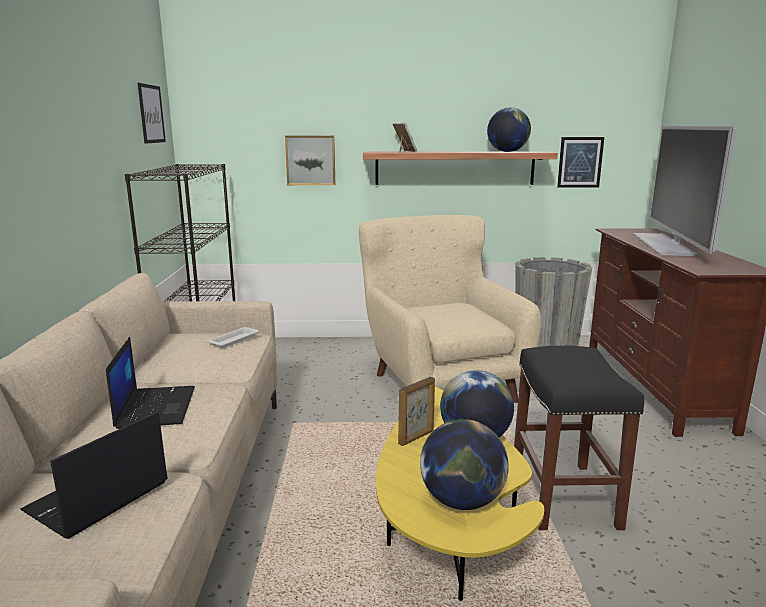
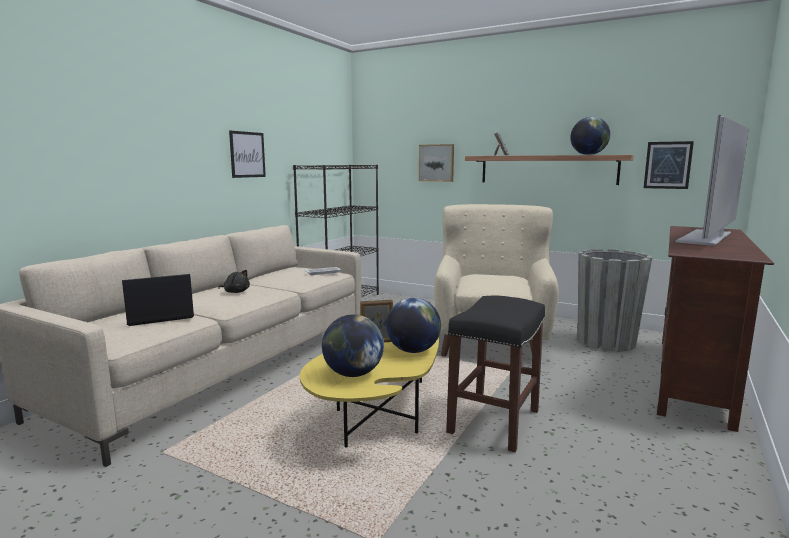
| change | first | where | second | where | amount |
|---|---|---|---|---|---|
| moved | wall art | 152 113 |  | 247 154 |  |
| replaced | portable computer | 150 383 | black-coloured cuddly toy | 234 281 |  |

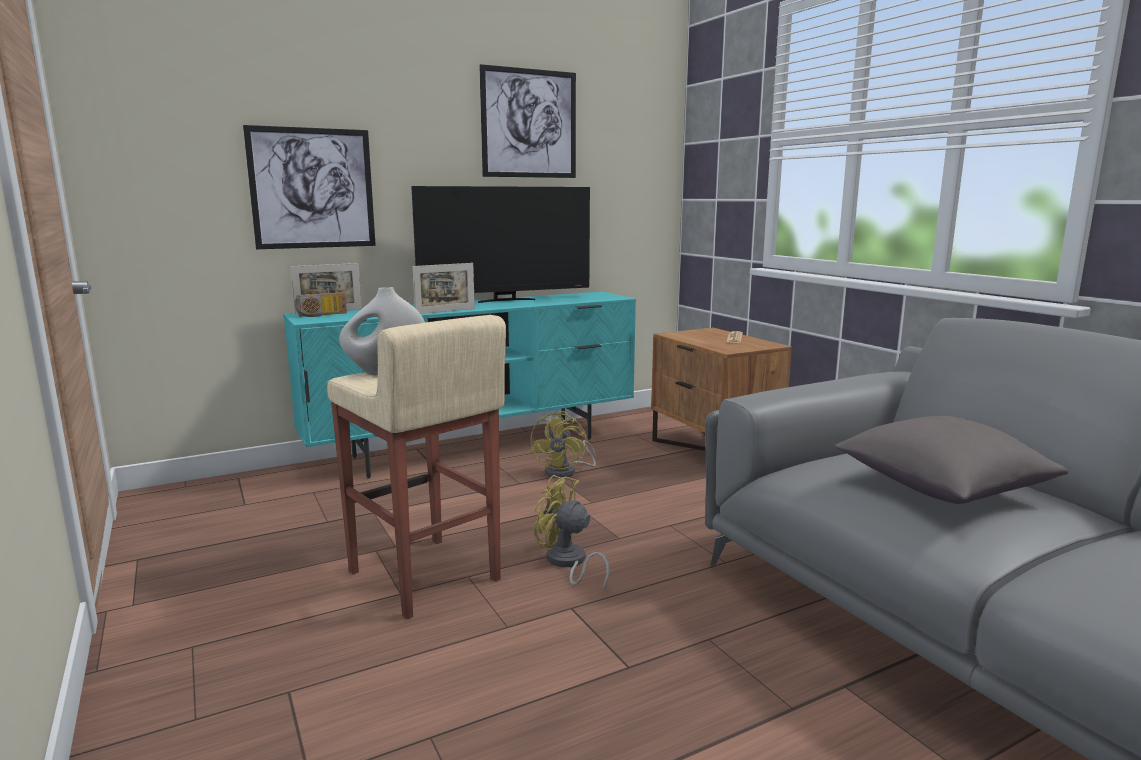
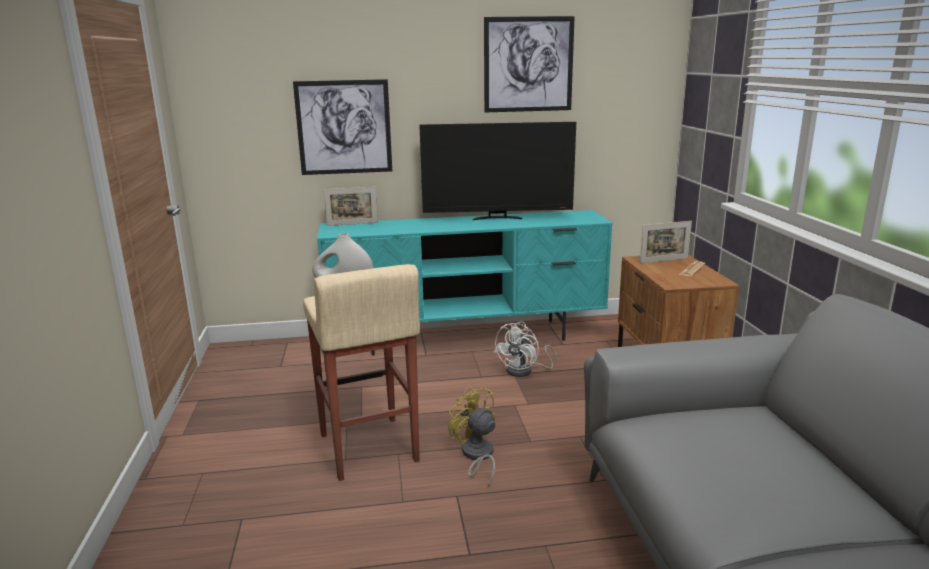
| change | first | where | second | where | amount |
|---|---|---|---|---|---|
| removed | radio | 320 304 |  |  |  |
| removed | gray cushion | 951 460 |  |  |  |
| moved | standing frame | 443 288 |  | 666 242 |  |
| recoloured | yellowish electric fan | 563 444 | white-coloured electric fan | 526 349 |  |

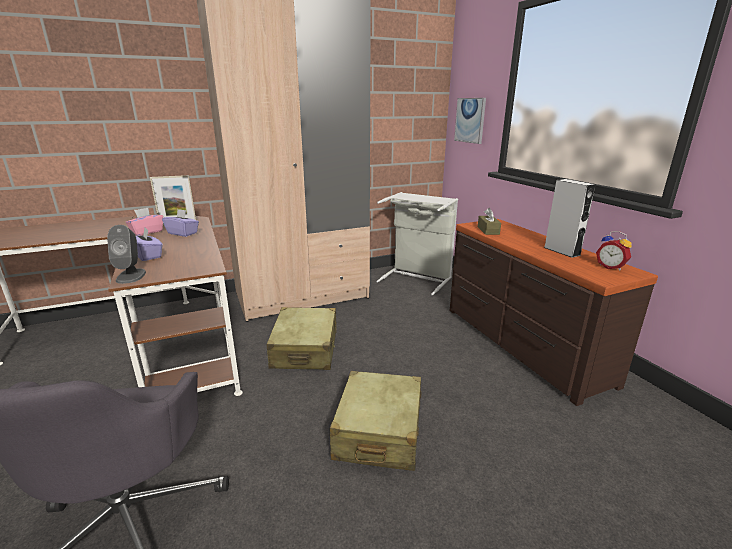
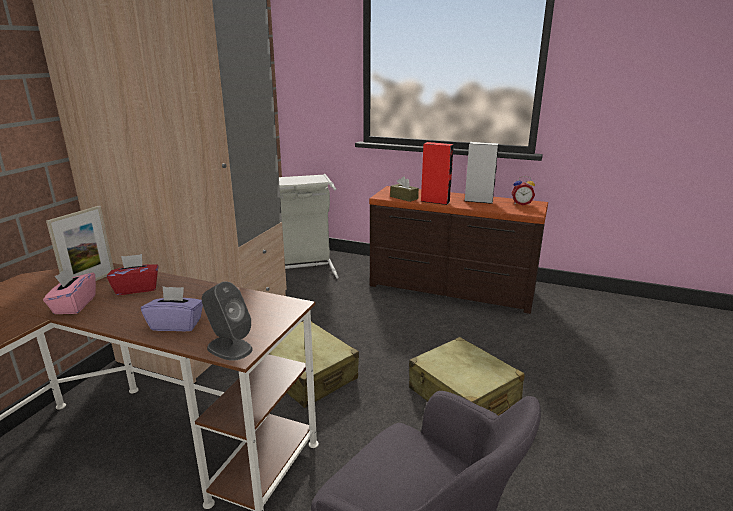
| change | first | where | second | where | amount |
|---|---|---|---|---|---|
| removed | wall art | 470 121 |  |  |  |
| added |  |  | red-coloured speaker | 437 173 |  |
| recoloured | purple-coloured tissue holder | 180 223 | red-coloured tissue holder | 133 274 |  |

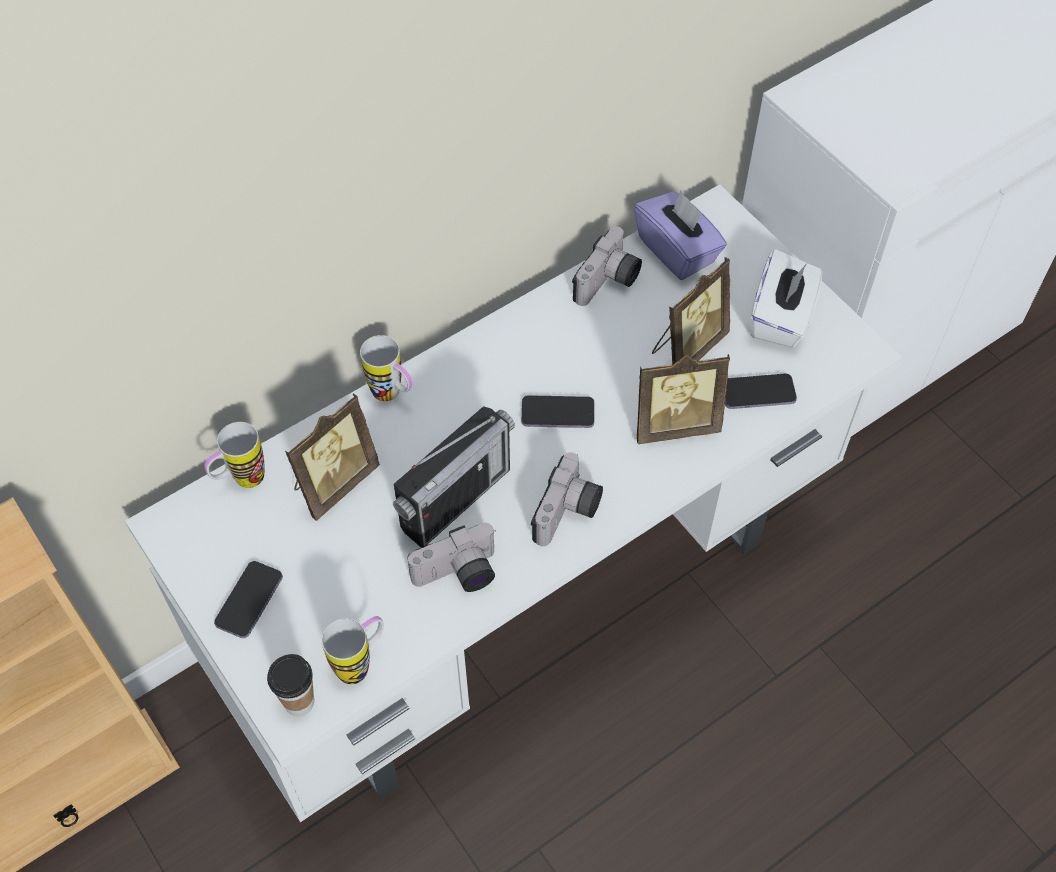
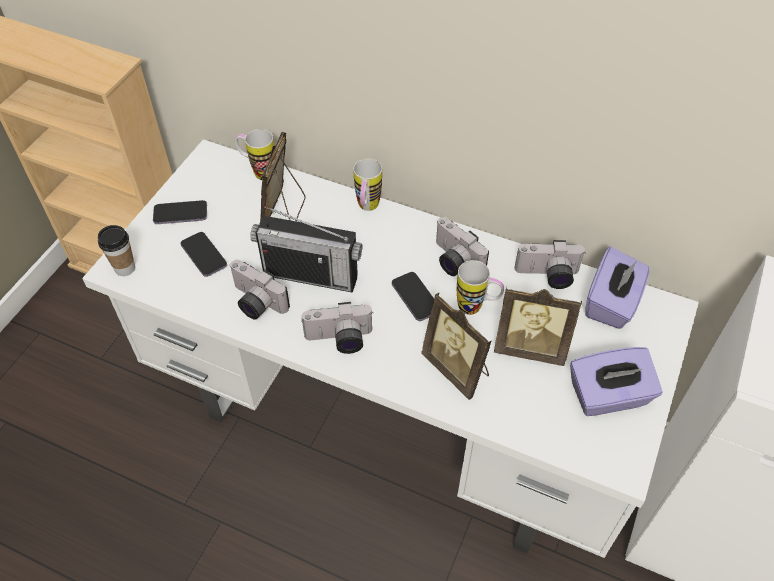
| change | first | where | second | where | amount |
|---|---|---|---|---|---|
| added |  |  | photo camera | 462 246 |  |
| moved | mug | 353 650 |  | 480 287 |  |
| moved | phone | 761 391 |  | 204 254 |  |
| recoloured | white-coloured tissue holder | 786 298 | purple-coloured tissue holder | 616 381 |  |
| turned | standing frame | 332 457 |  | 283 177 | 90 degrees clockwise |

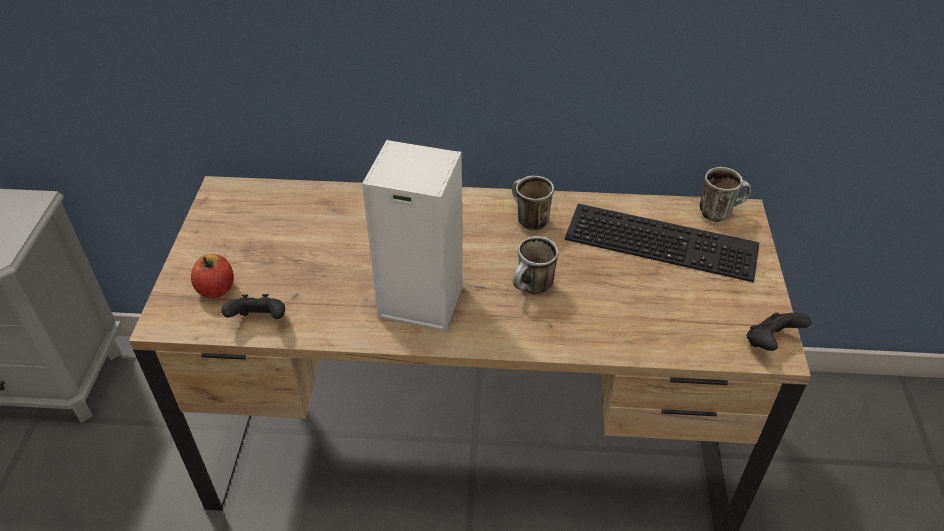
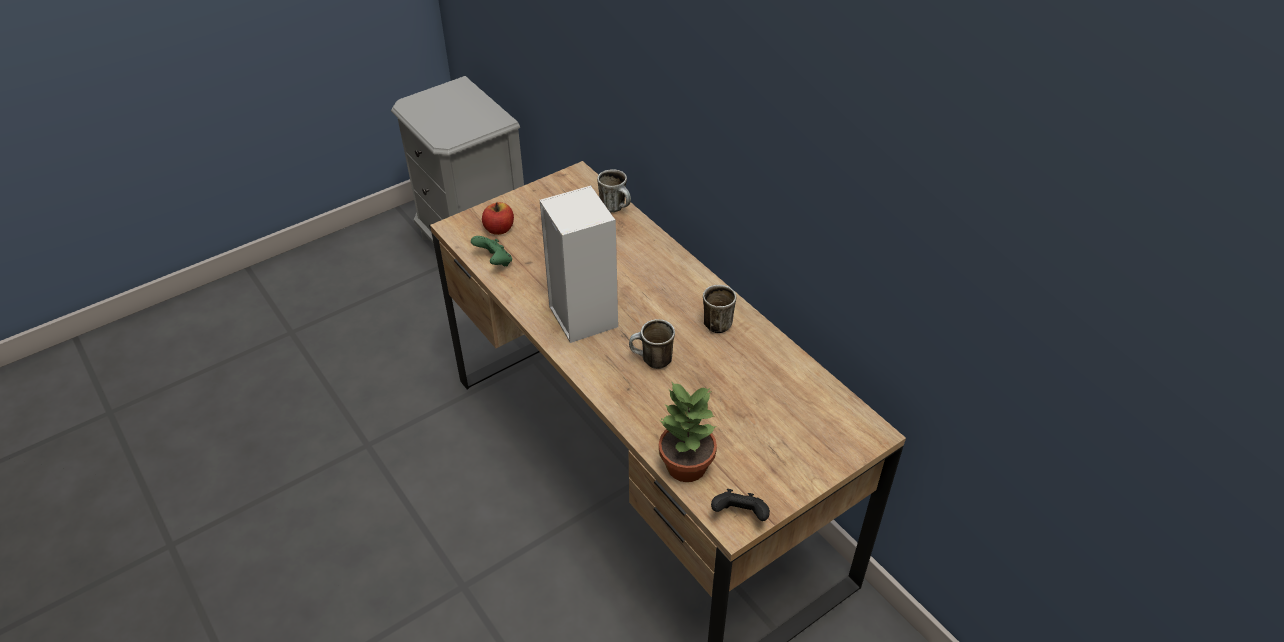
| change | first | where | second | where | amount |
|---|---|---|---|---|---|
| removed | computer keyboard | 662 243 |  |  |  |
| added |  |  | potted plant | 688 432 |  |
| moved | mug | 725 194 |  | 614 191 |  |
| recoloured | black-coloured game controller | 253 306 | greenish game controller | 491 251 |  |

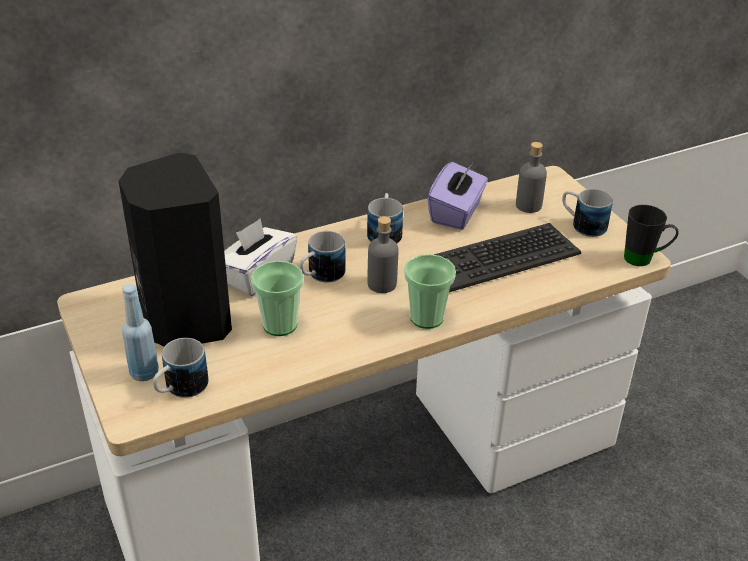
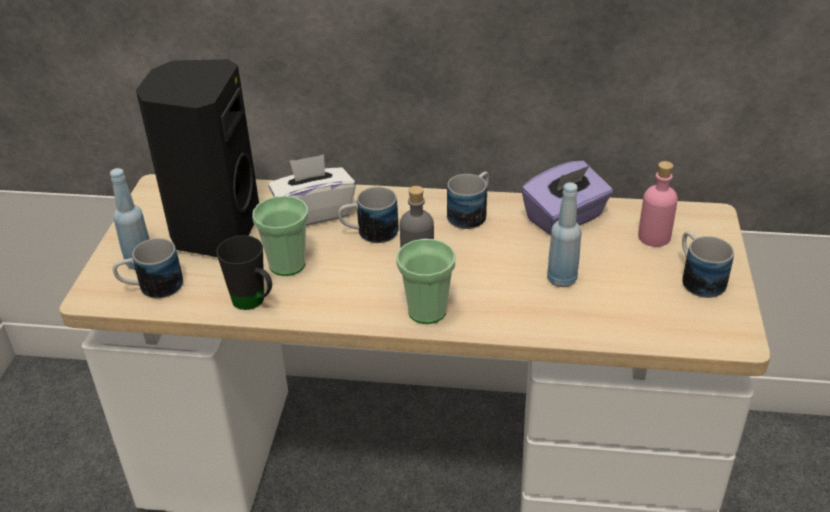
| change | first | where | second | where | amount |
|---|---|---|---|---|---|
| moved | black-coloured mug | 651 235 |  | 244 272 |  |
| replaced | computer keyboard | 507 257 | blue-coloured beverage bottle | 564 234 |  |
| recoloured | gray beverage bottle | 531 177 | pink beverage bottle | 658 204 |  |

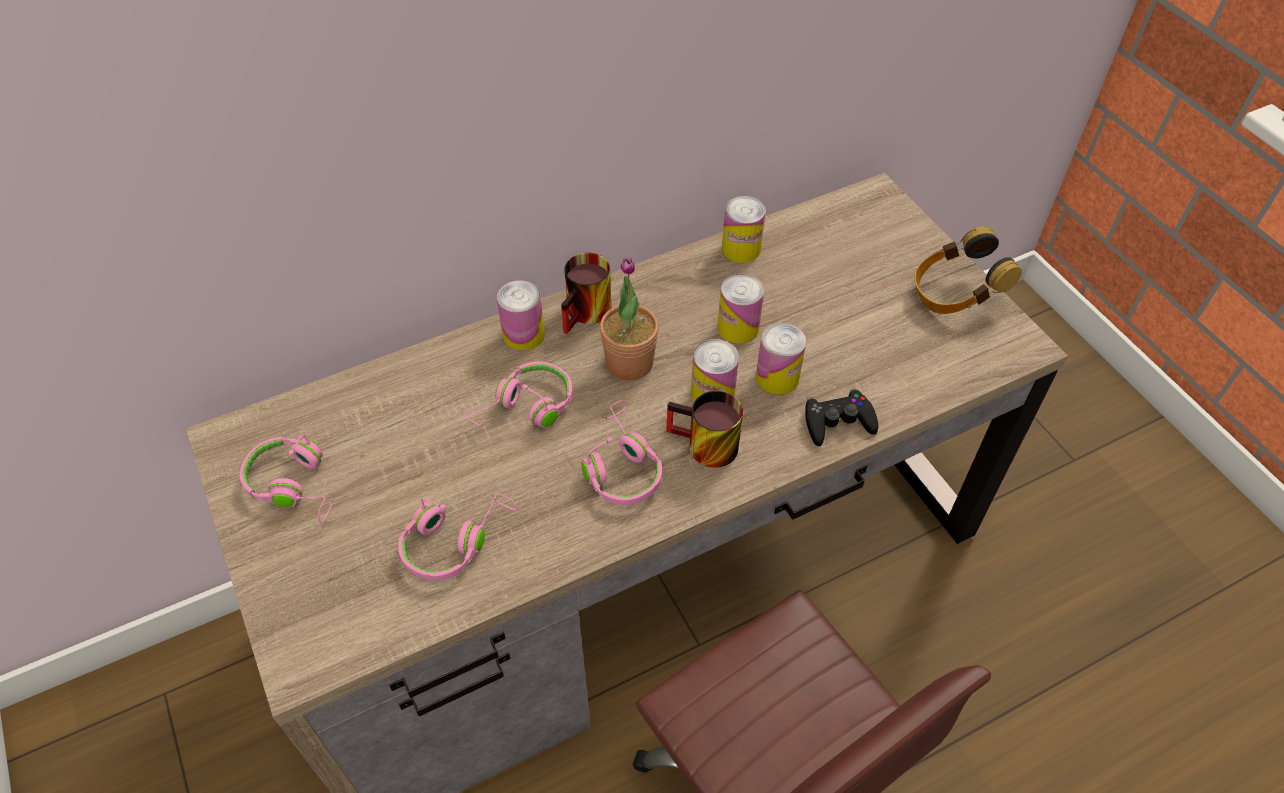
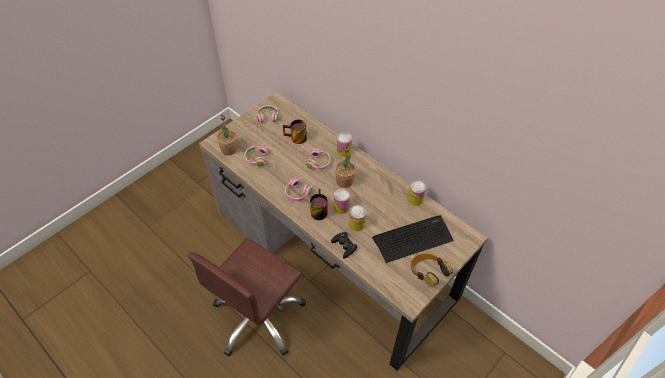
| change | first | where | second | where | amount |
|---|---|---|---|---|---|
| removed | metal can | 740 309 |  |  |  |
| added |  |  | potted plant | 227 134 |  |
| added |  |  | computer keyboard | 413 239 |  |
| moved | mug | 586 293 |  | 295 131 |  |

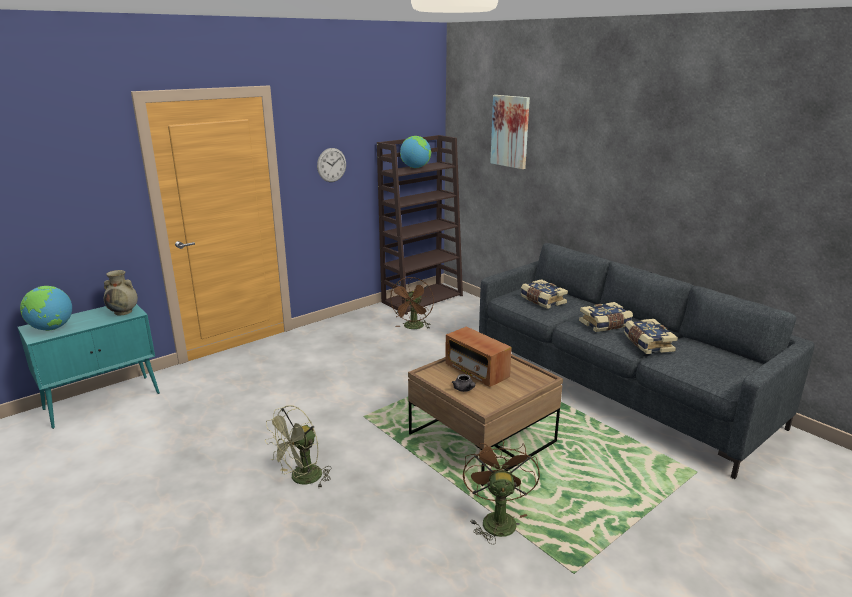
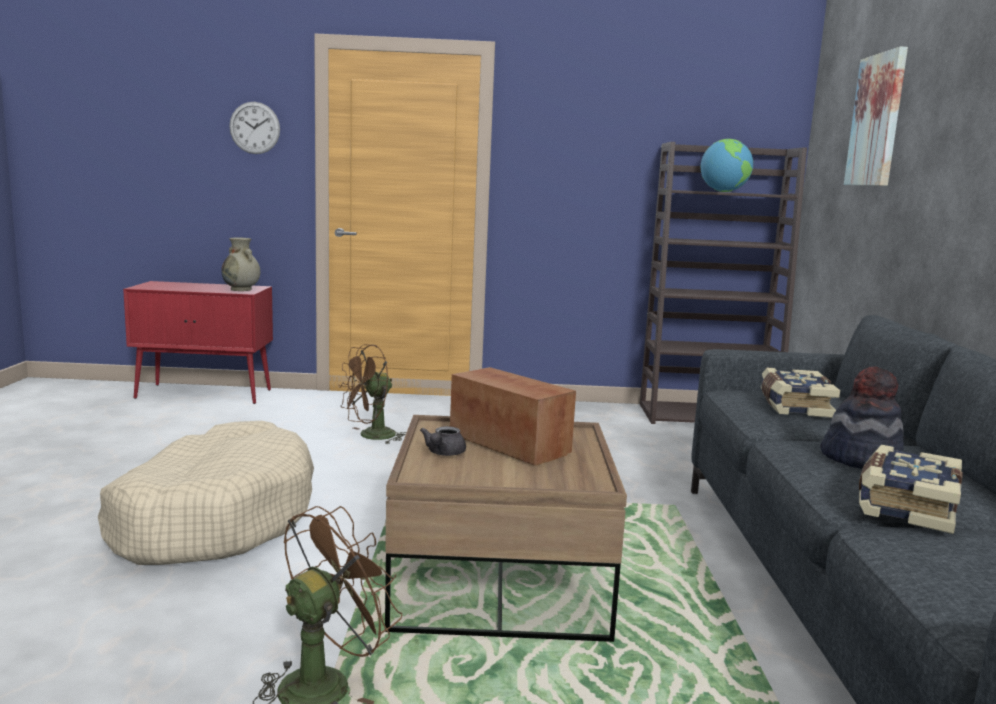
| change | first | where | second | where | amount |
|---|---|---|---|---|---|
| removed | desk globe | 46 308 |  |  |  |
| moved | wall clock | 331 165 |  | 254 128 |  |
| moved | brownish electric fan | 412 303 |  | 372 394 |  |
| replaced | greenish electric fan | 298 446 | beige dog cushion | 206 493 |  |
| replaced | book | 606 317 | hat | 862 418 |  |
| recoloured | turquoise cupboard | 89 366 | red-coloured cupboard | 198 342 |  |
| turned | radio | 478 357 |  | 513 416 | 135 degrees clockwise |

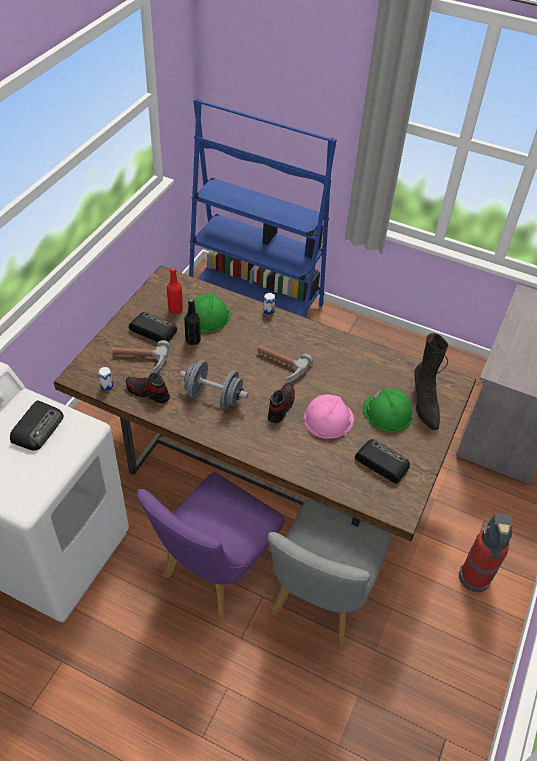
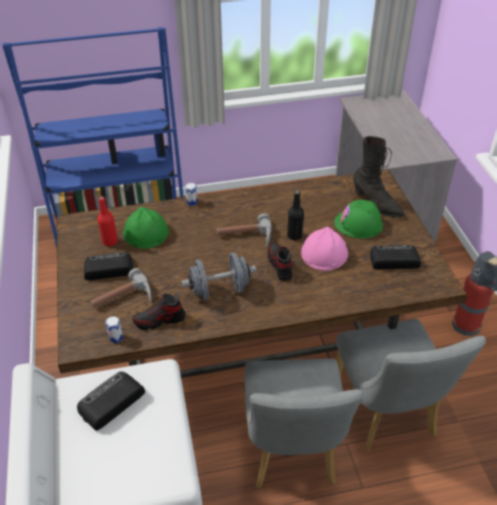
| change | first | where | second | where | amount |
|---|---|---|---|---|---|
| moved | black-coloured beverage bottle | 192 321 |  | 295 215 |  |
| recoloured | purple-coloured upright chair | 210 545 | gray upright chair | 303 423 |  |
| turned | radio | 37 425 |  | 111 401 | 120 degrees counterclockwise |

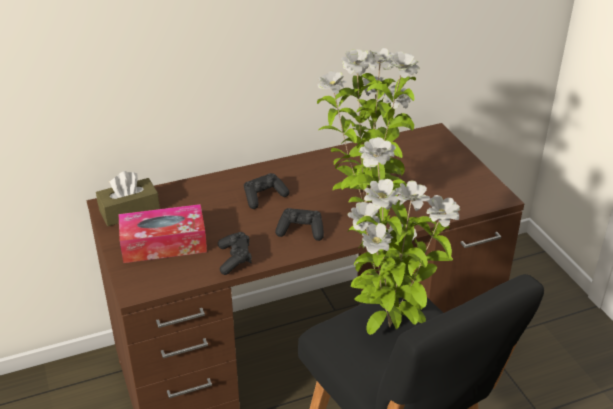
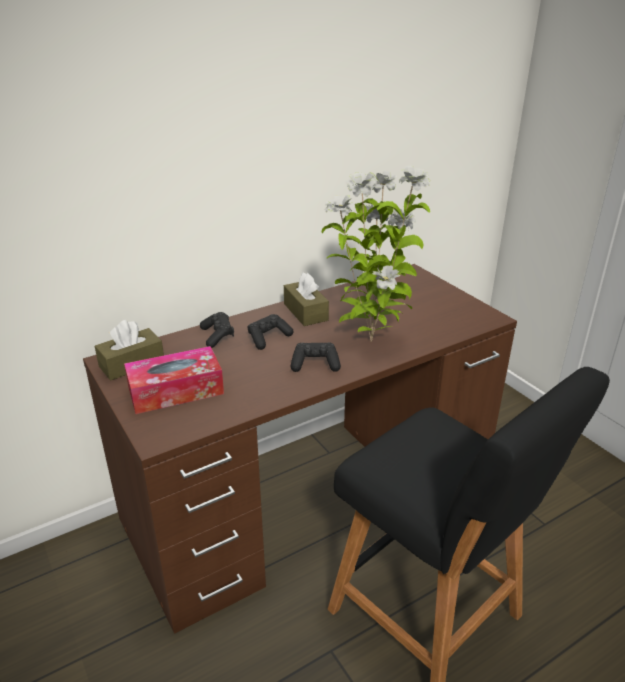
| change | first | where | second | where | amount |
|---|---|---|---|---|---|
| removed | potted plant | 403 236 |  |  |  |
| added |  |  | brownish tissue holder | 306 299 |  |
| moved | black-coloured game controller | 235 253 |  | 217 330 |  |

